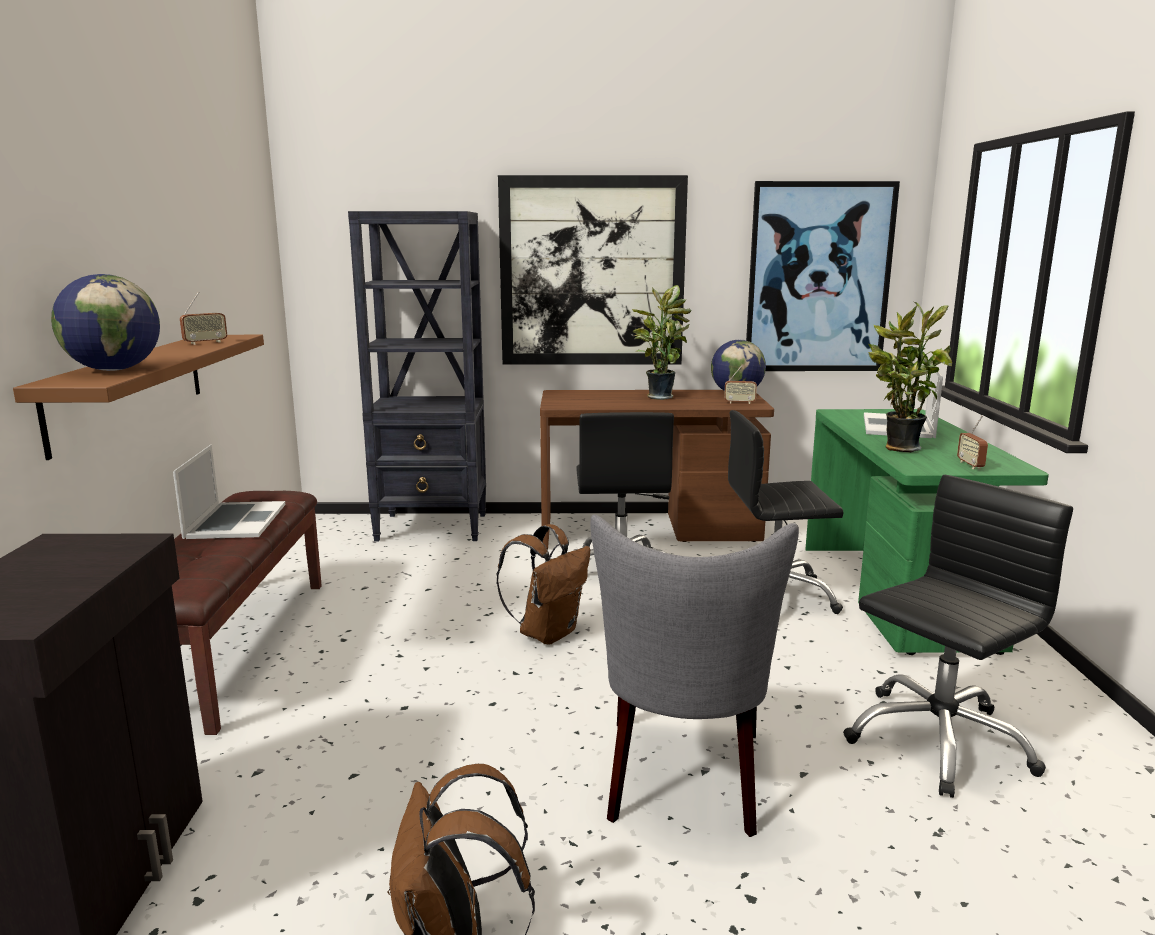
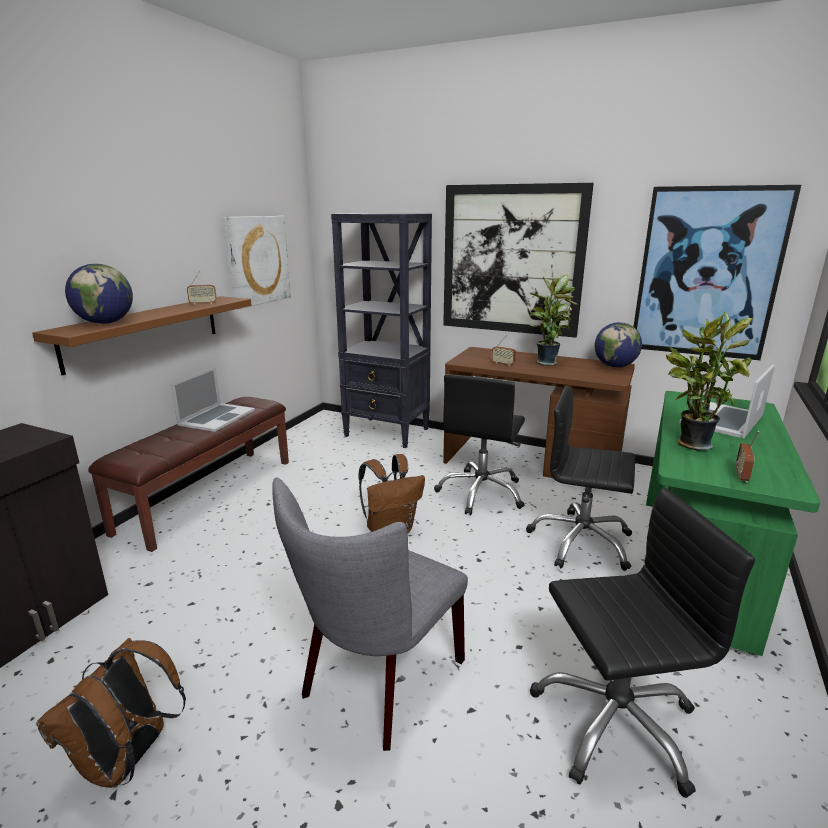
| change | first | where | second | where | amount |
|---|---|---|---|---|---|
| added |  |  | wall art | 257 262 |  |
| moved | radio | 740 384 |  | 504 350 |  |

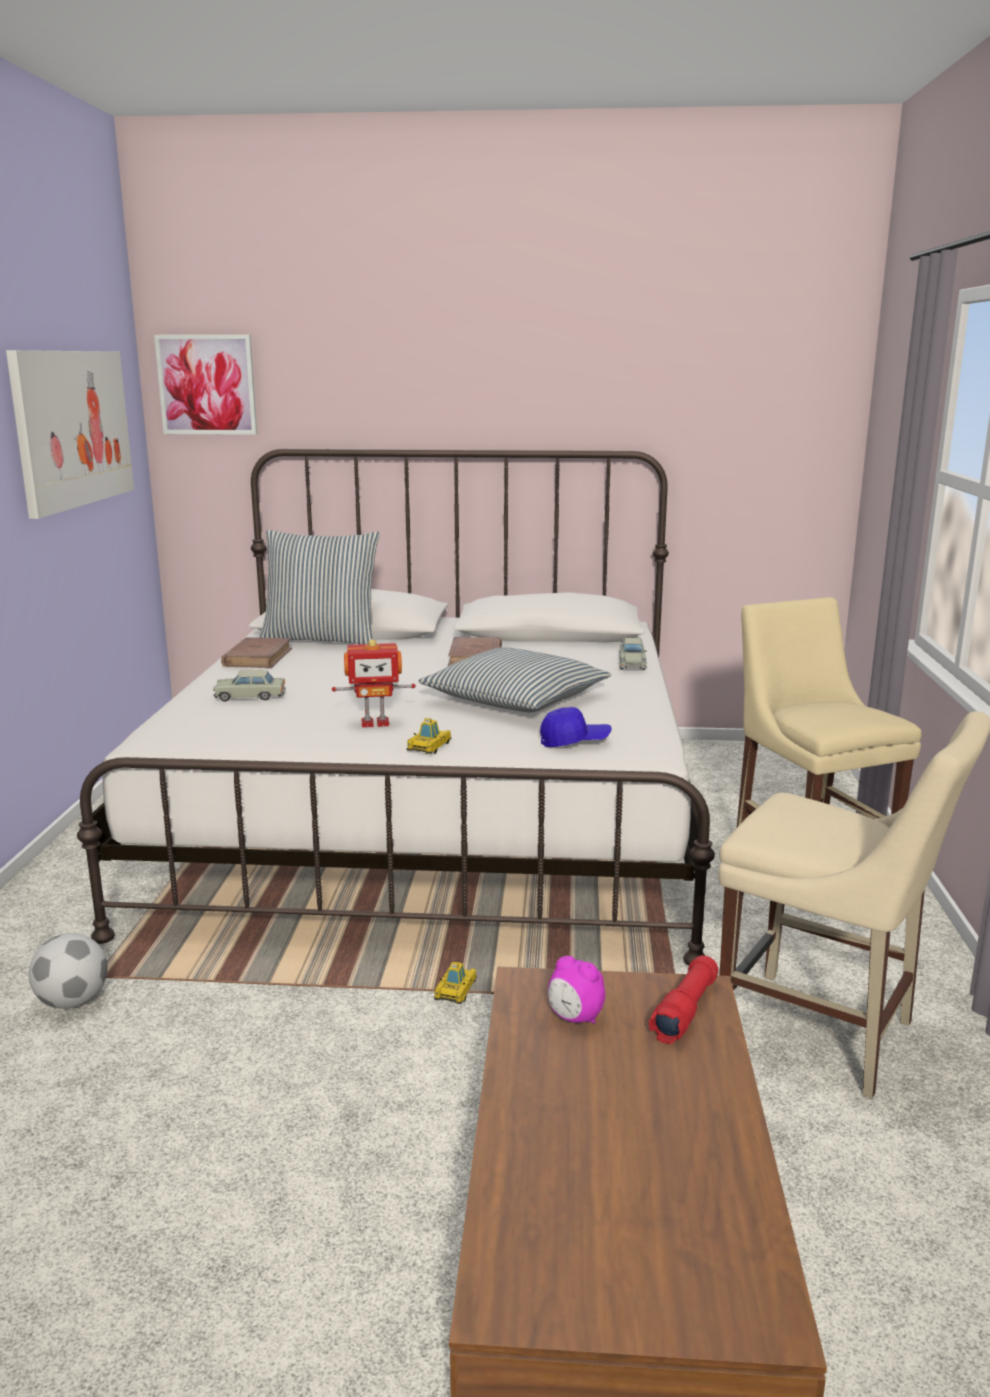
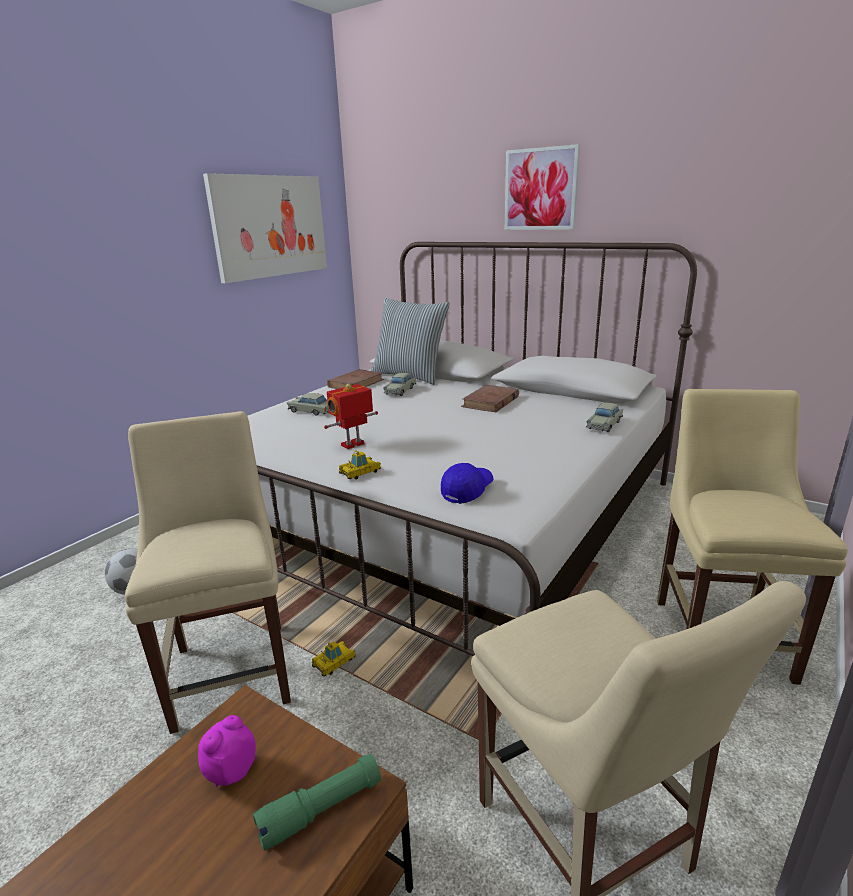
| change | first | where | second | where | amount |
|---|---|---|---|---|---|
| removed | cushion | 515 679 |  |  |  |
| added |  |  | beige upright chair | 208 572 |  |
| added |  |  | beige model car | 399 384 |  |
| moved | wall art | 205 385 |  | 542 187 |  |
| recoloured | red-coloured torch | 683 999 | greenish torch | 317 802 |  |
| turned | toy robot | 374 683 |  | 351 416 | 120 degrees clockwise |
| turned | blue-coloured peaked cap | 576 727 |  | 467 483 | 75 degrees counterclockwise |
| turned | bedside clock | 576 990 |  | 227 751 | 60 degrees clockwise |

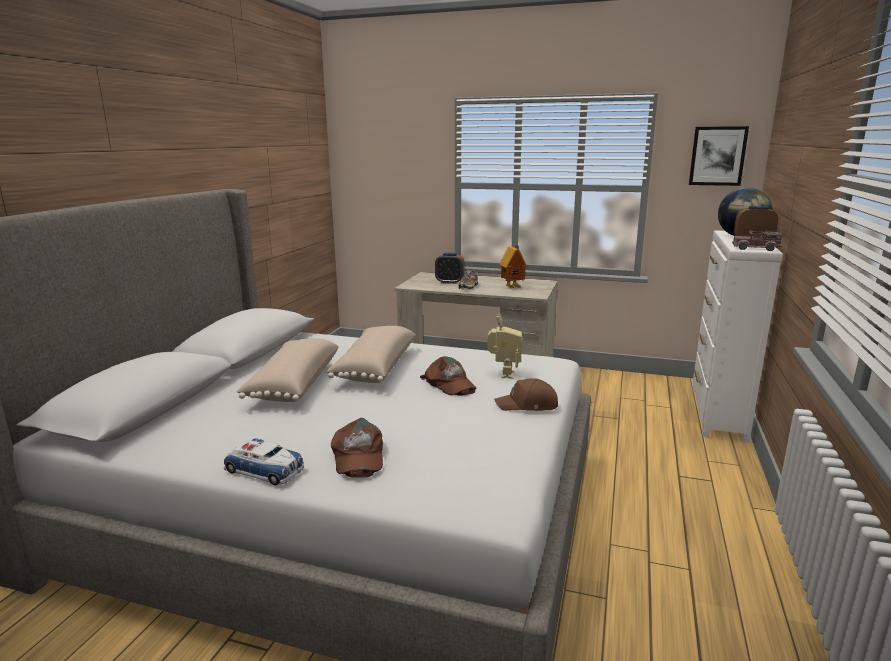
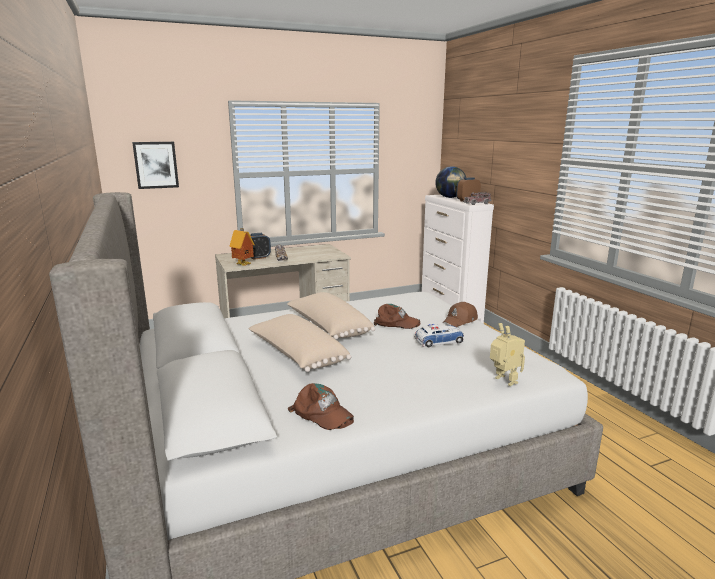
| change | first | where | second | where | amount |
|---|---|---|---|---|---|
| moved | model car | 264 461 |  | 439 335 |  |
| moved | brownish peaked cap | 357 448 |  | 321 406 |  |
| moved | toy robot | 504 346 |  | 507 354 |  |
| moved | model house | 513 266 |  | 242 247 |  |
| moved | wall art | 719 156 |  | 155 165 |  |

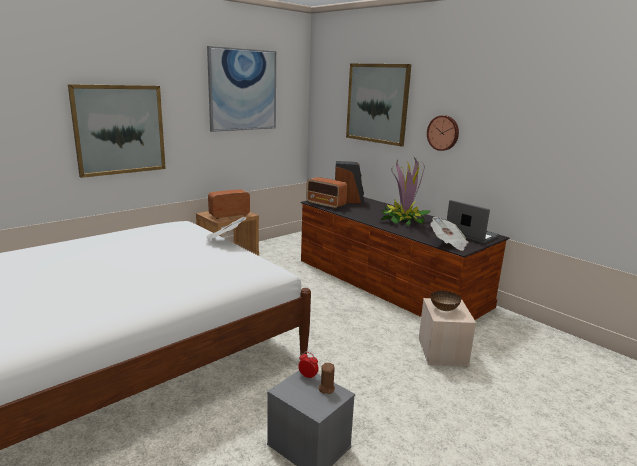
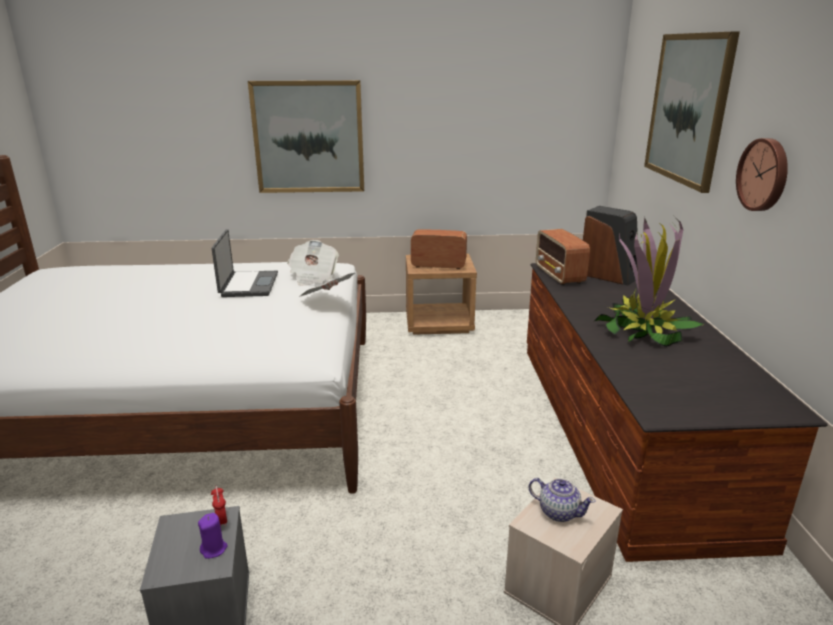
| change | first | where | second | where | amount |
|---|---|---|---|---|---|
| removed | wall art | 241 89 |  |  |  |
| moved | newspaper | 449 234 |  | 313 263 |  |
| moved | portable computer | 473 221 |  | 245 263 |  |
| replaced | deep dish | 446 301 | pot for tea | 562 500 |  |
| recoloured | brownish wax light | 327 378 | purple-coloured wax light | 213 536 |  |

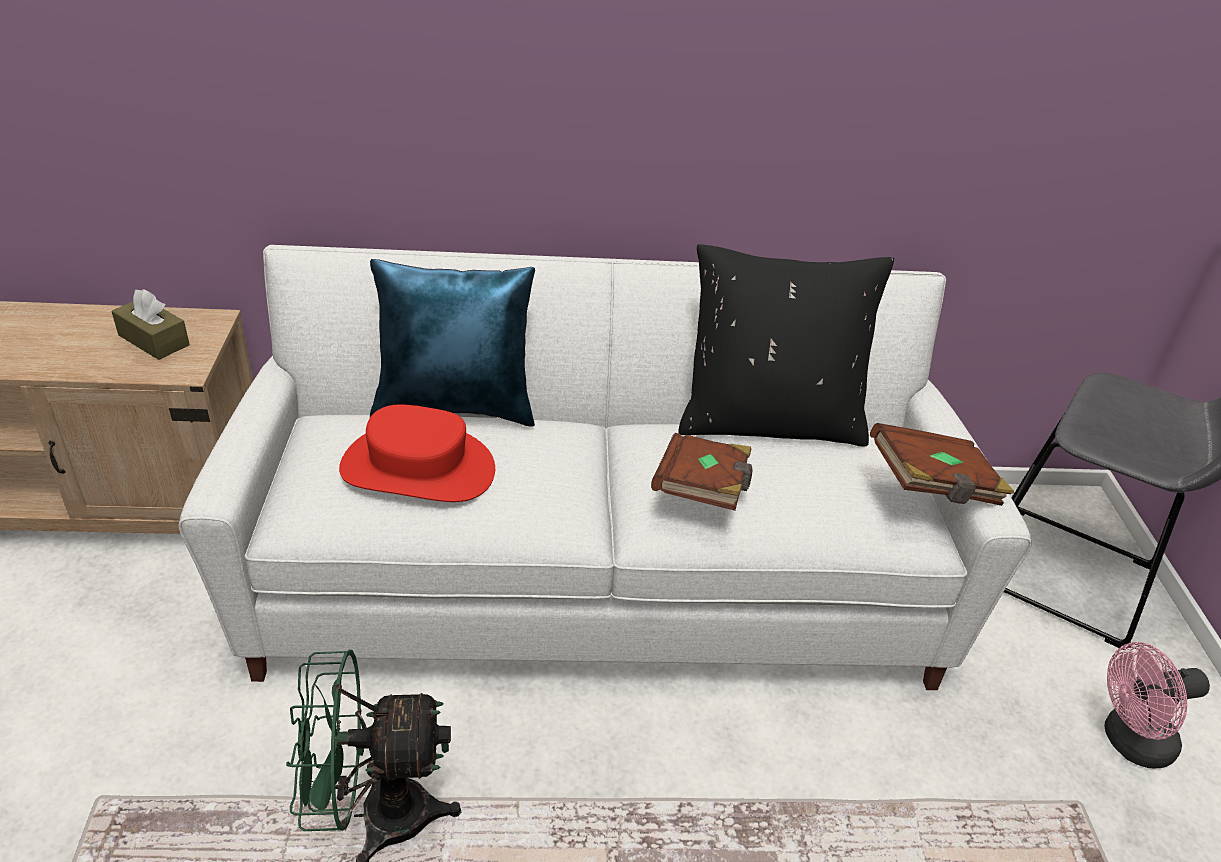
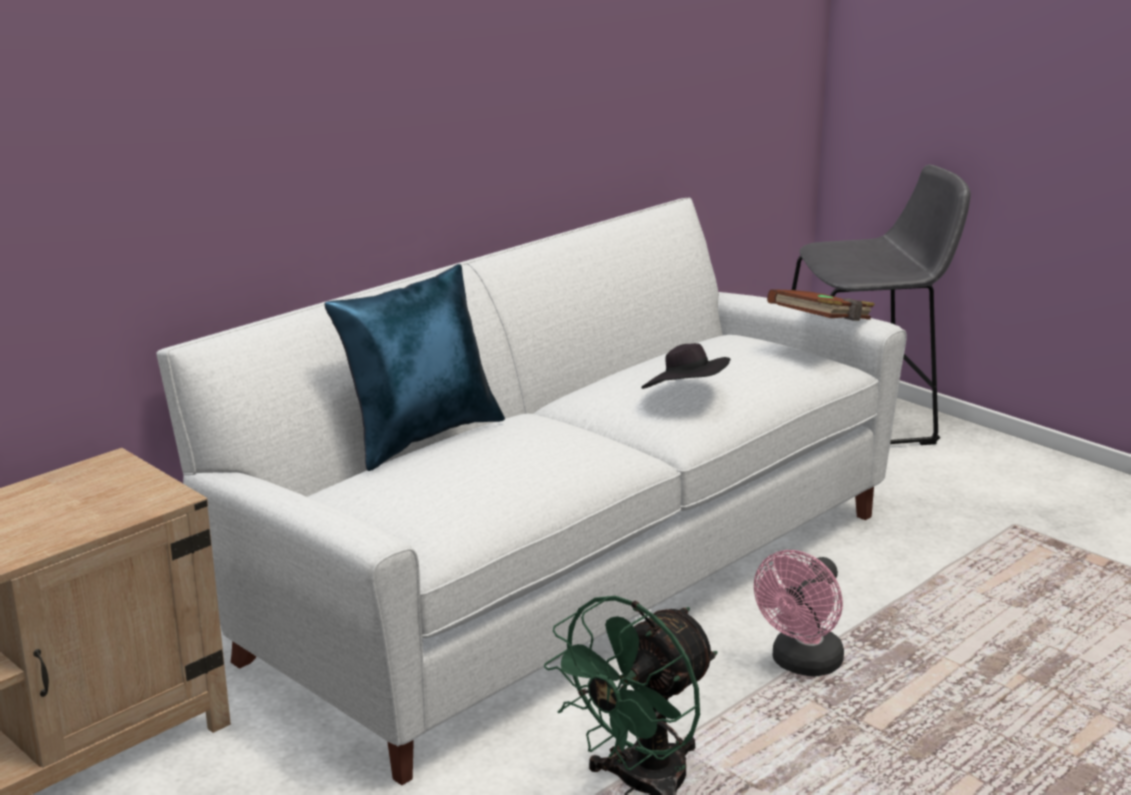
| change | first | where | second | where | amount |
|---|---|---|---|---|---|
| removed | brownish tissue holder | 150 324 |  |  |  |
| removed | red-coloured hat | 417 453 |  |  |  |
| removed | black-coloured cushion | 786 345 |  |  |  |
| moved | pink electric fan | 1157 705 |  | 799 613 |  |
| replaced | brownish book | 702 472 | black-coloured hat | 686 366 |  |

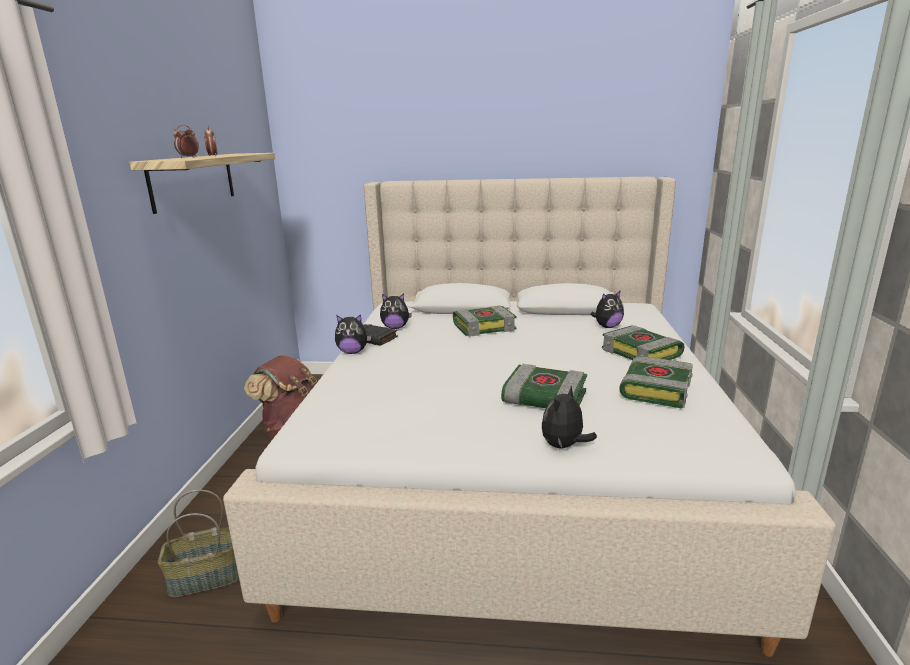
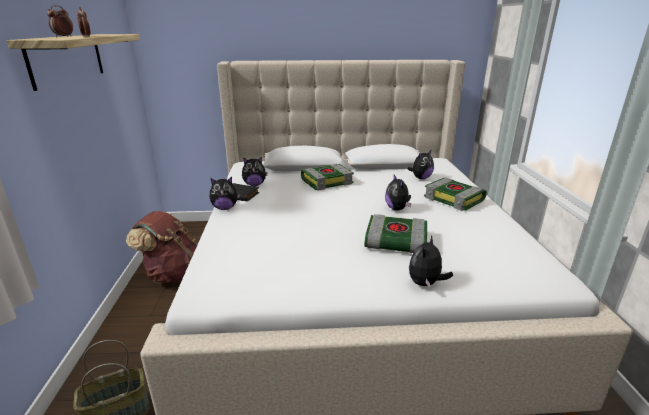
| change | first | where | second | where | amount |
|---|---|---|---|---|---|
| removed | book | 656 382 |  |  |  |
| added |  |  | cuddly toy | 398 193 |  |

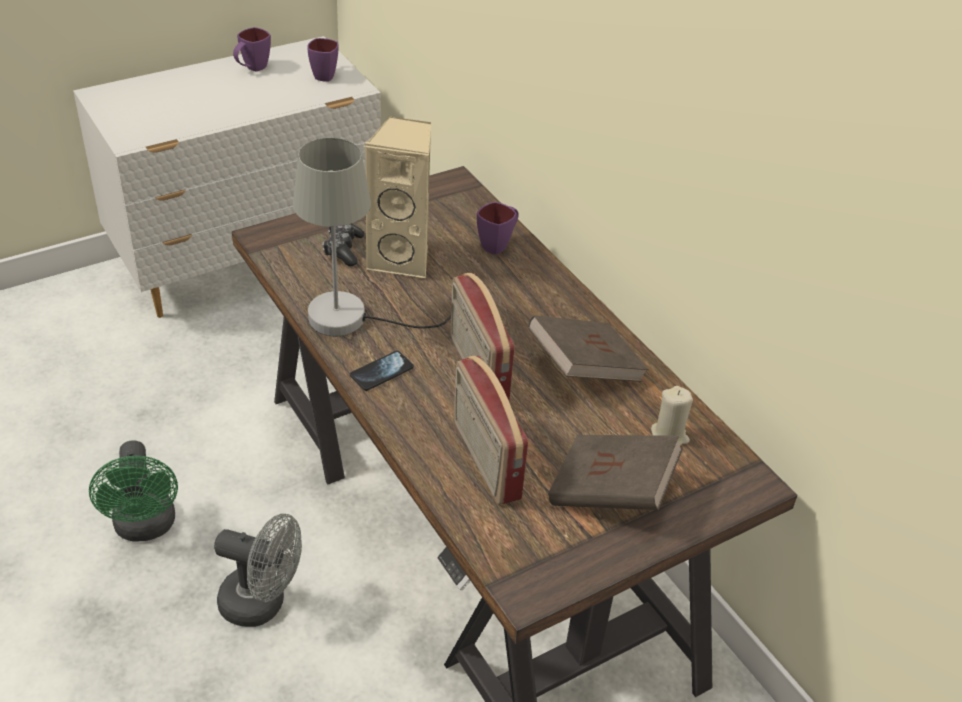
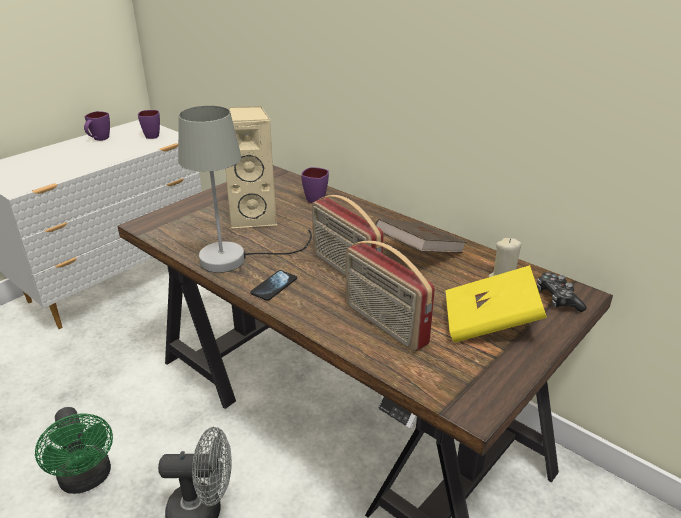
| change | first | where | second | where | amount |
|---|---|---|---|---|---|
| moved | game controller | 343 245 |  | 562 292 |  |
| recoloured | brownish book | 615 472 | yellowish book | 496 304 |  |

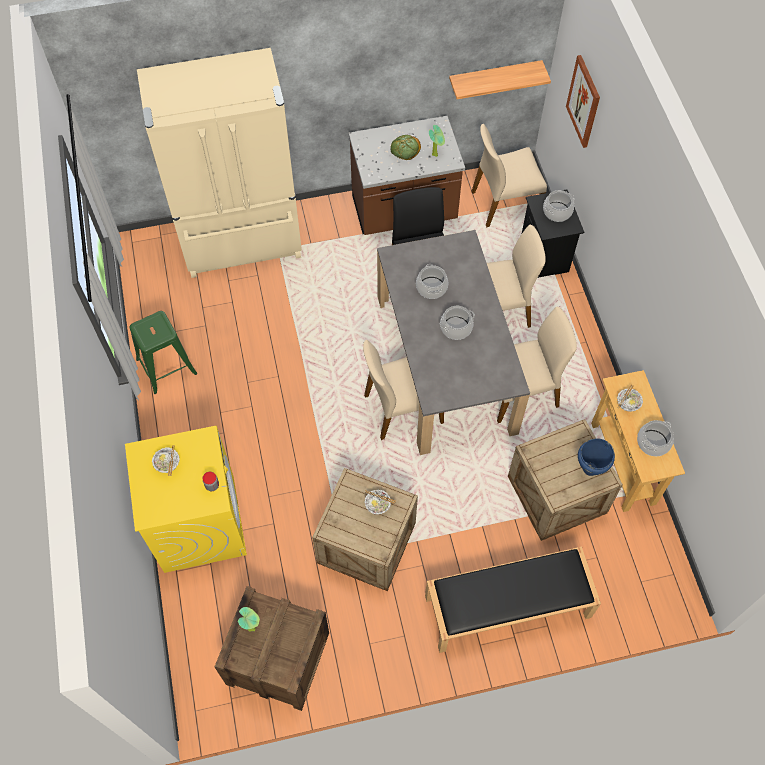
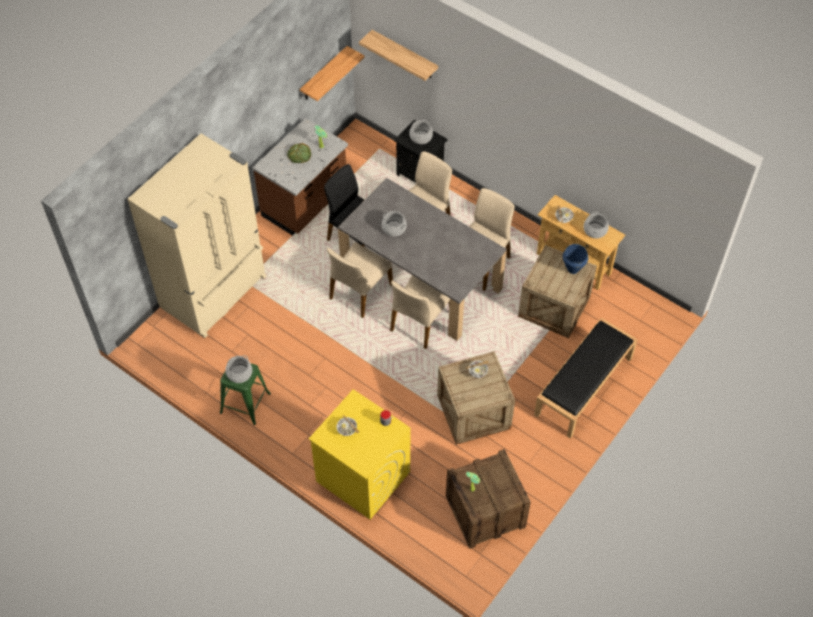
| change | first | where | second | where | amount |
|---|---|---|---|---|---|
| moved | saucepot | 457 323 |  | 239 369 |  |
| moved | beige upright chair | 509 175 |  | 360 280 |  |
| replaced | wall art | 583 101 | bracket shelf | 398 55 |  |

